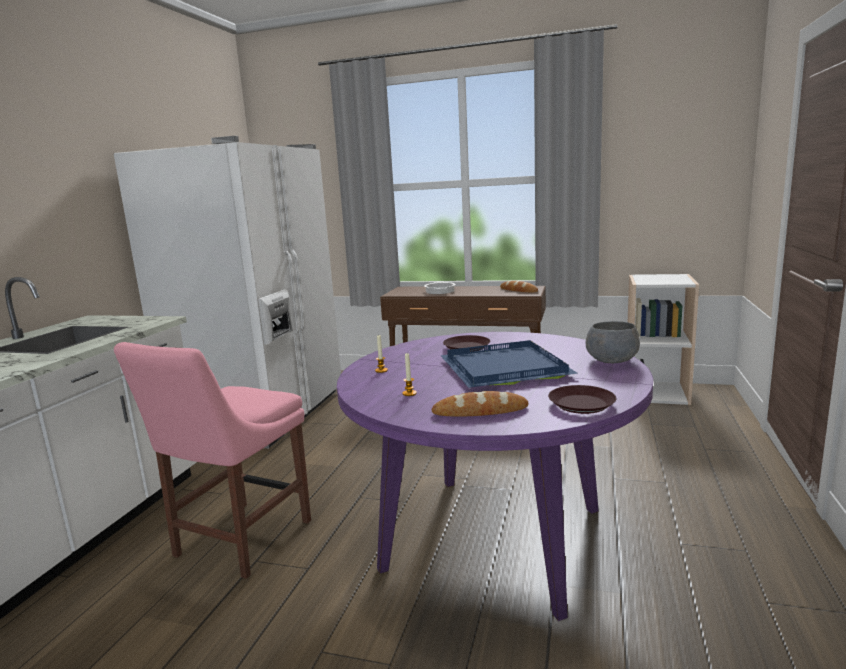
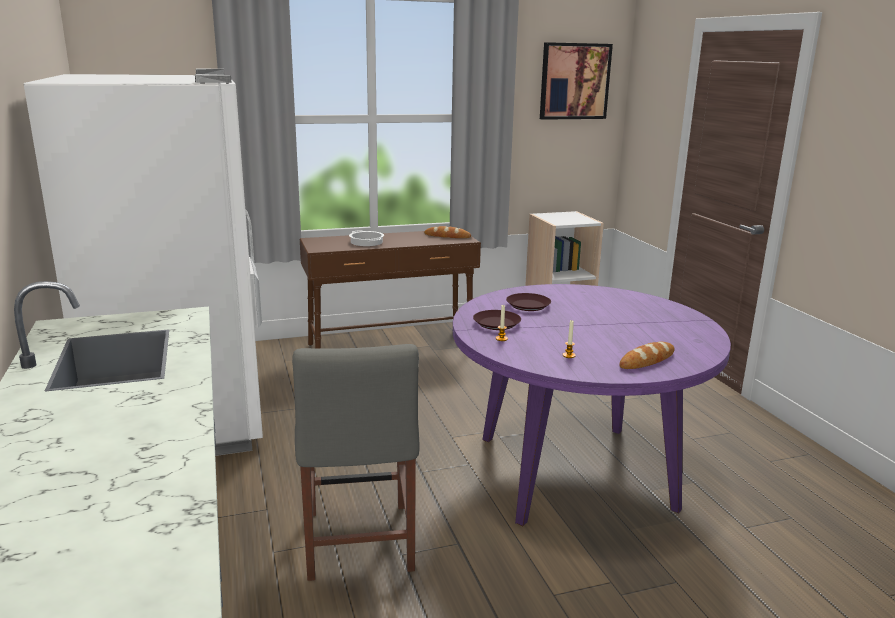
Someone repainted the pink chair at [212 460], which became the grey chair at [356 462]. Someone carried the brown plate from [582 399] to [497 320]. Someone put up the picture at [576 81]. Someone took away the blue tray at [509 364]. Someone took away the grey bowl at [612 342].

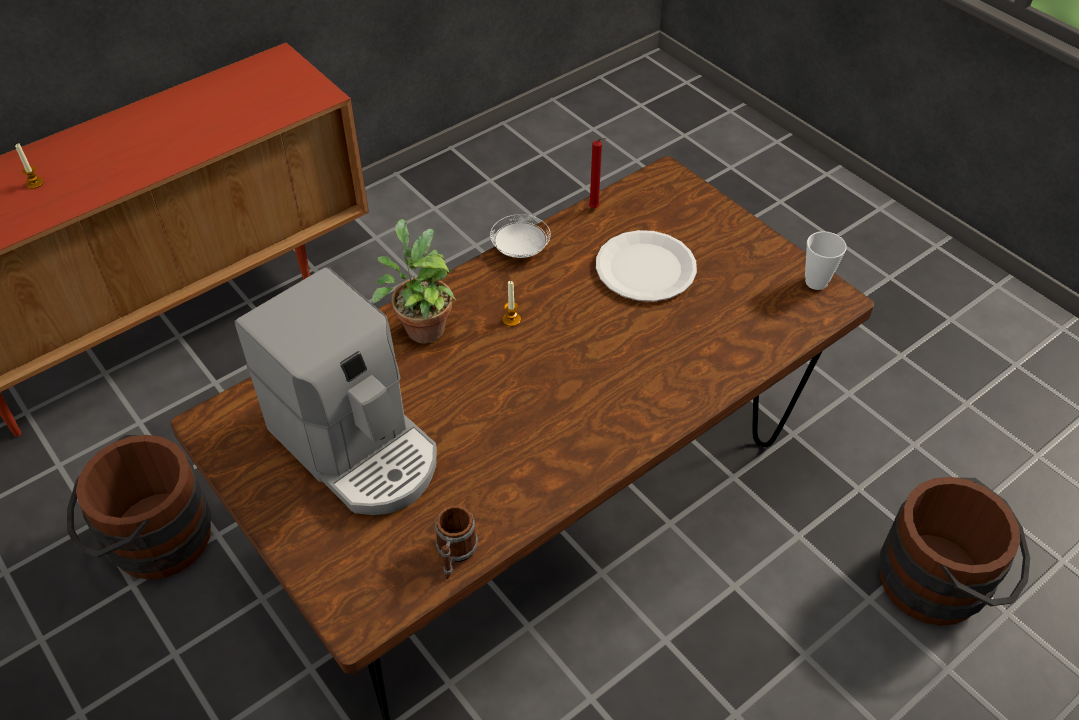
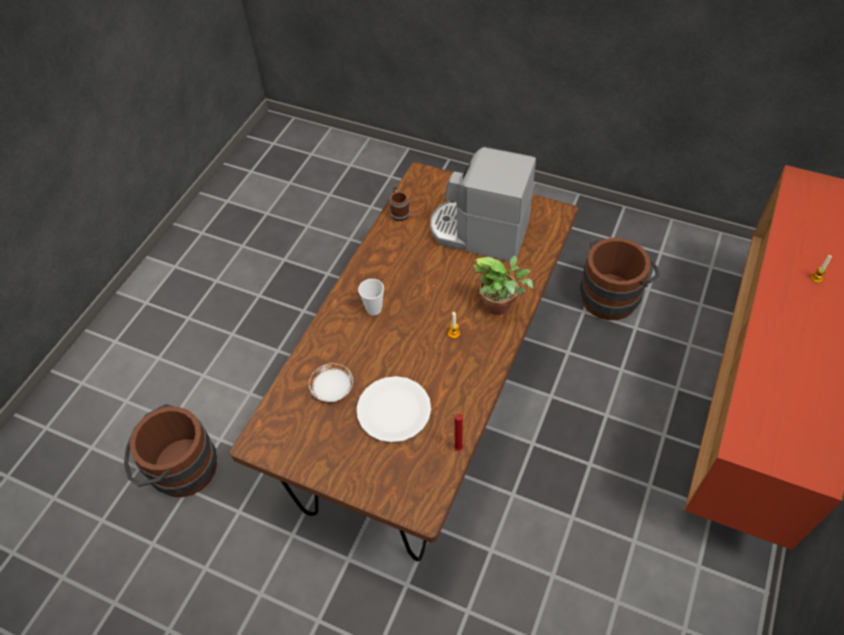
Someone carried the white plate from [520 236] to [331 383]. Someone carried the cup from [826 260] to [371 297].

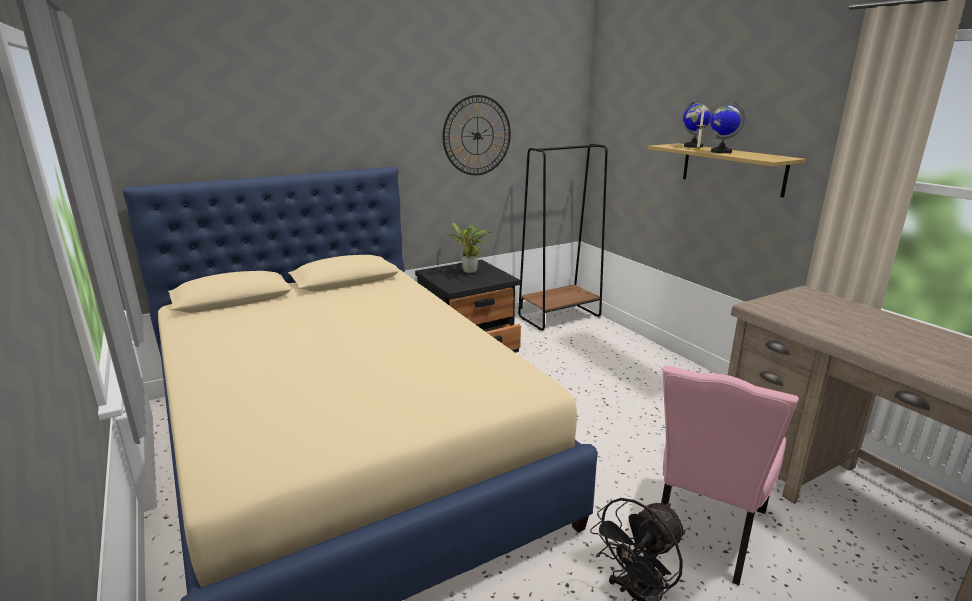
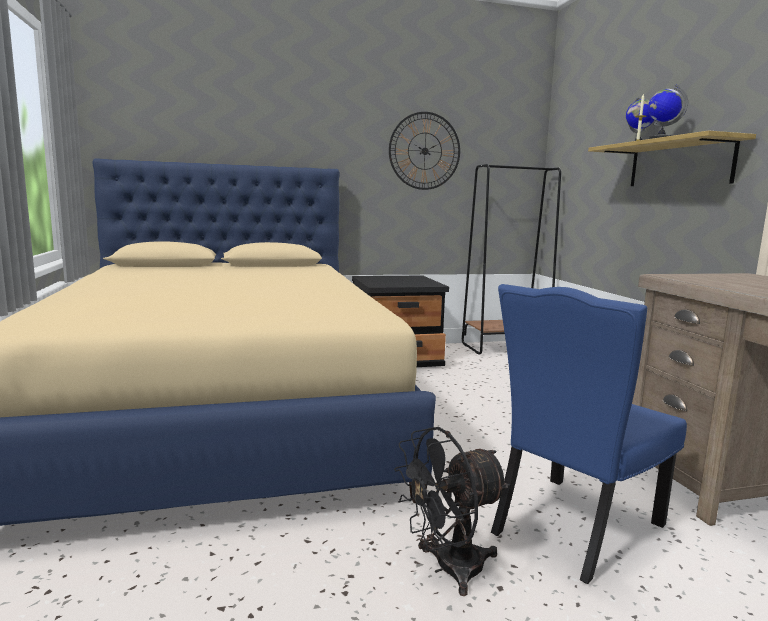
Someone repainted the pink chair at [730 475], which became the blue chair at [589 434]. Someone took away the potted plant at [469 248].

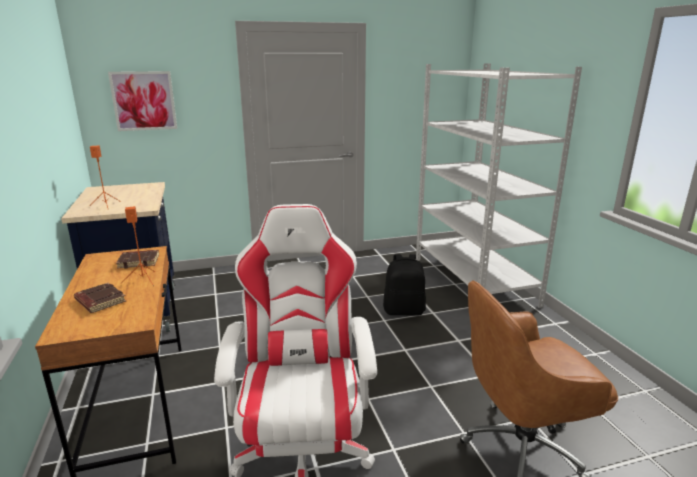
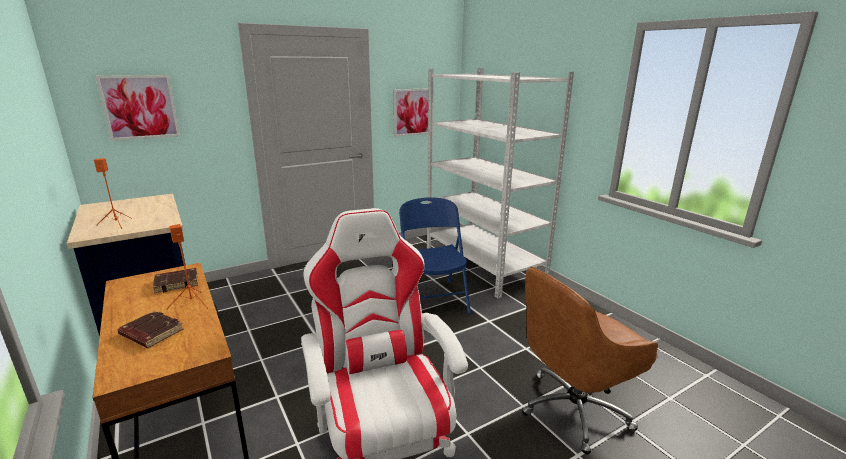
Someone put up the picture at [413 112]. Someone swapped the black backpack at [404 284] for the blue chair at [435 256].

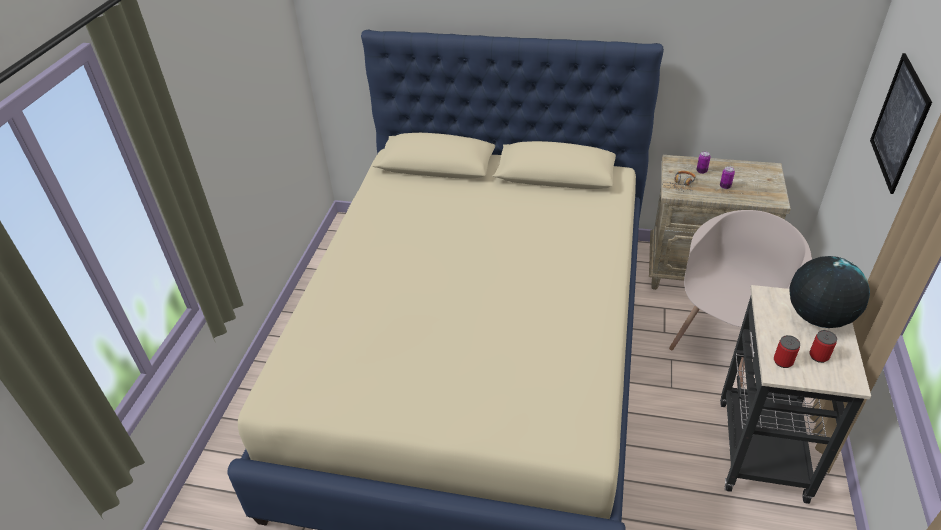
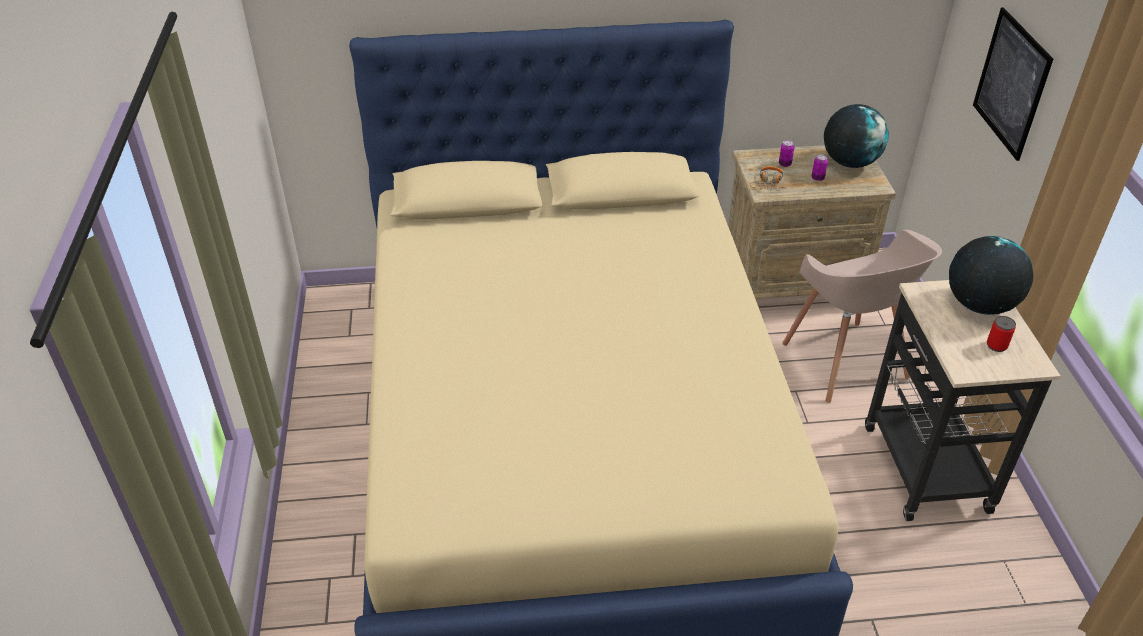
Someone rotated the beige chair at [740 298] by 135 degrees clockwise. Someone put down the globe at [856 136]. Someone took away the can at [787 351].

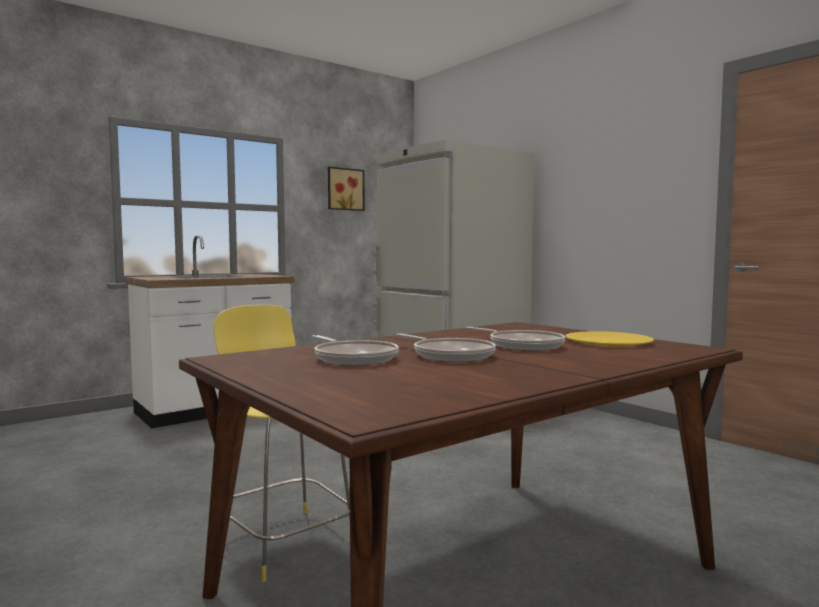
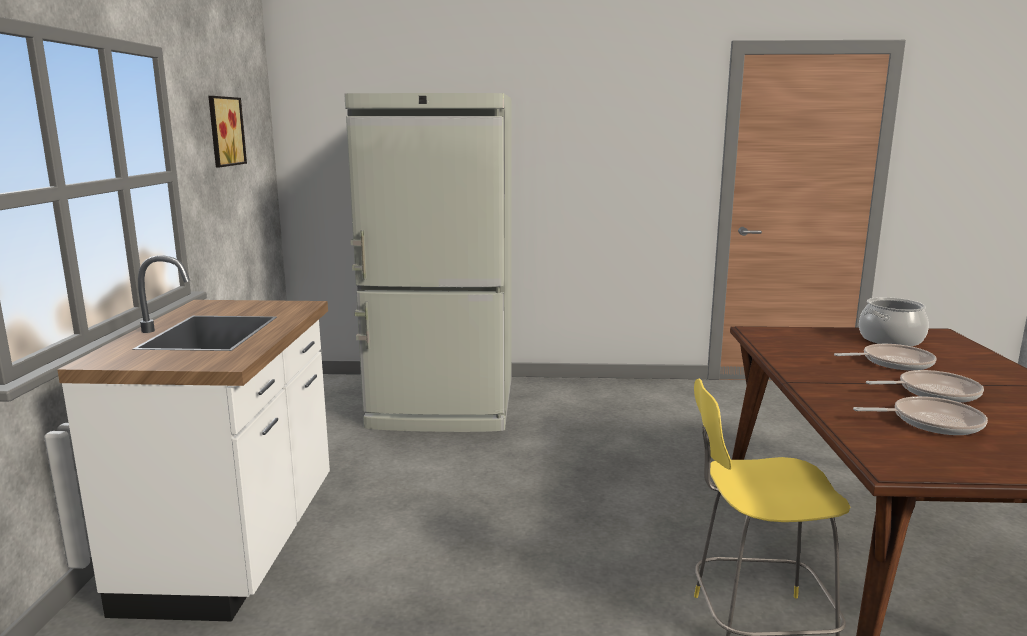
Someone swapped the yellow plate at [609 339] for the cooking pot at [894 321].

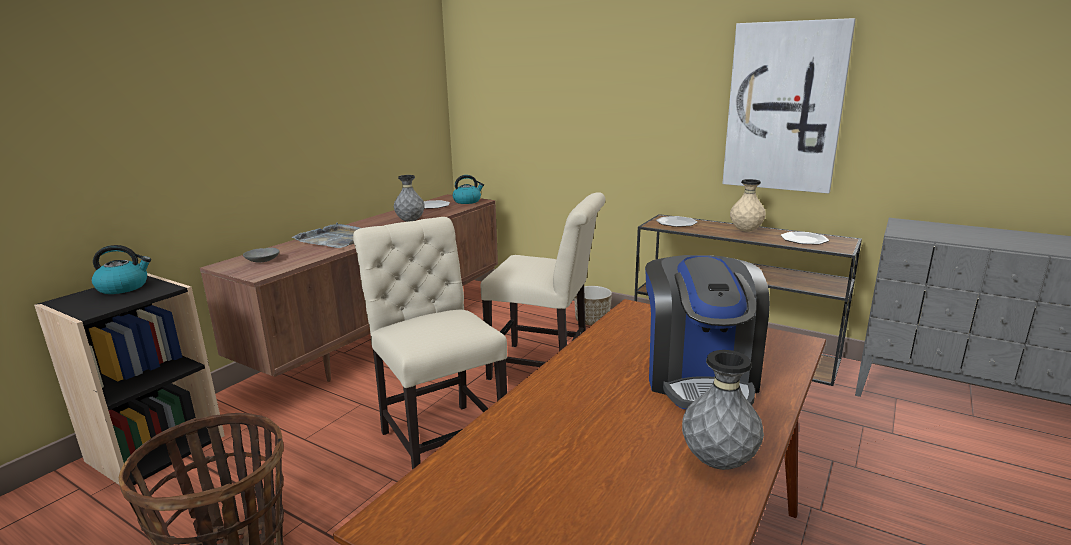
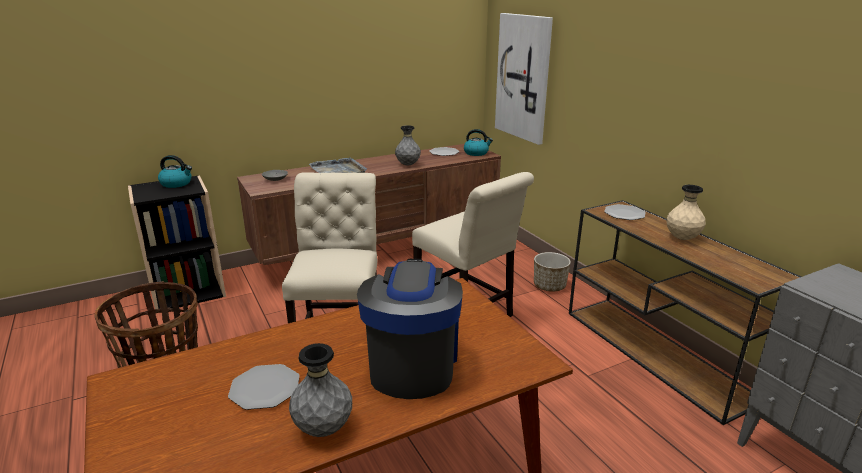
Someone carried the plate from [805 238] to [264 387]. Someone rotated the coffee machine at [707 332] by 150 degrees clockwise. Someone carried the picture from [789 105] to [524 79].

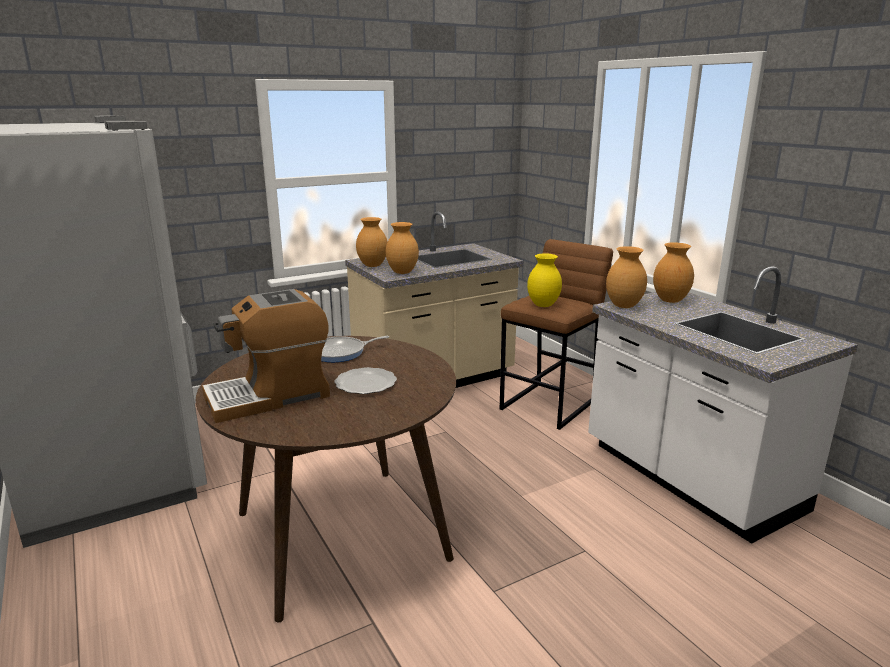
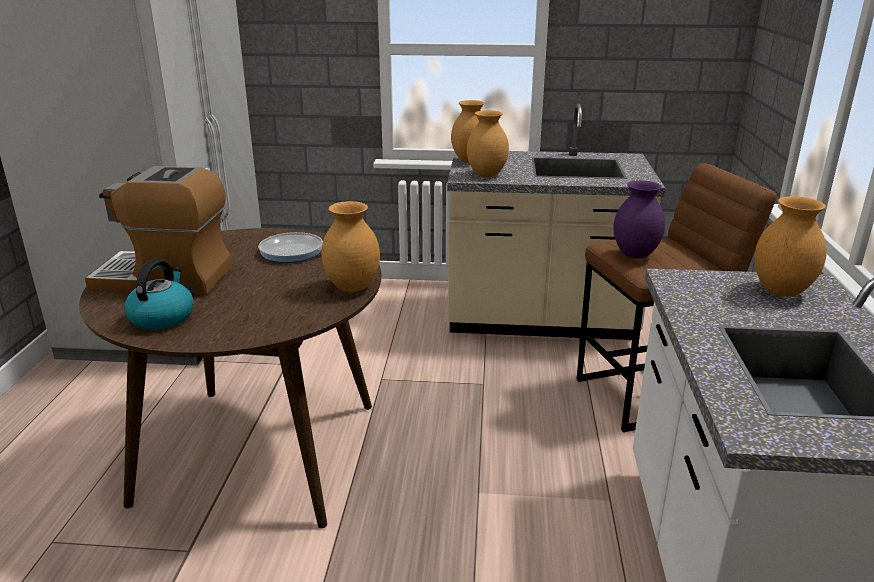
Someone put down the kettle at [159 294]. Someone carried the brown vase from [626 277] to [350 246]. Someone repainted the yellow vase at [544 280], which became the purple vase at [639 219]. Someone took away the plate at [365 380].

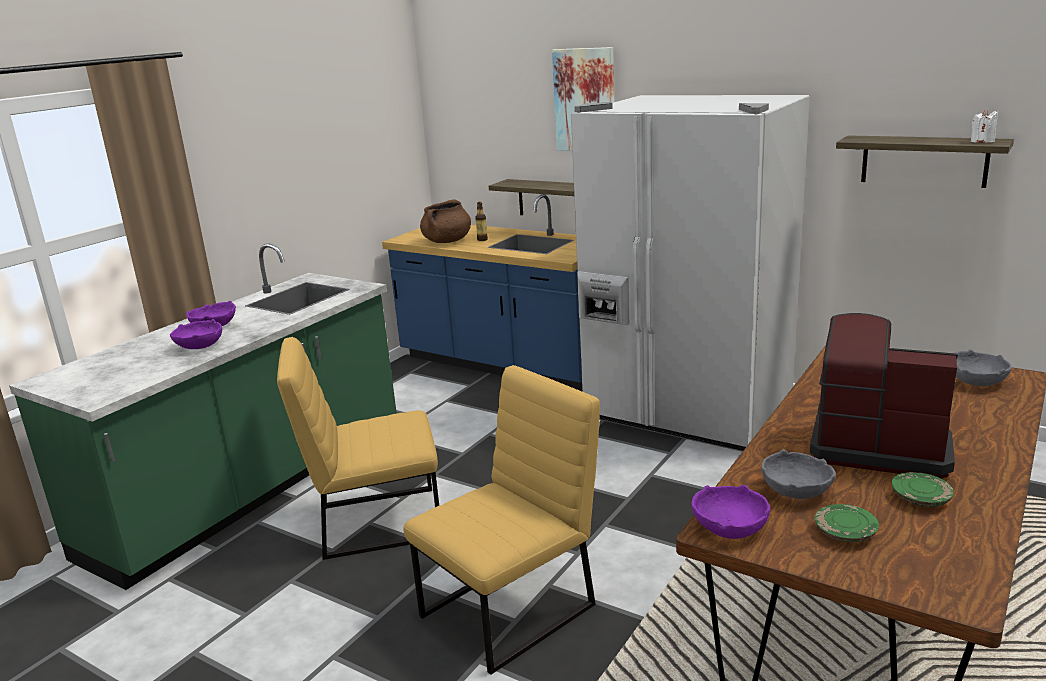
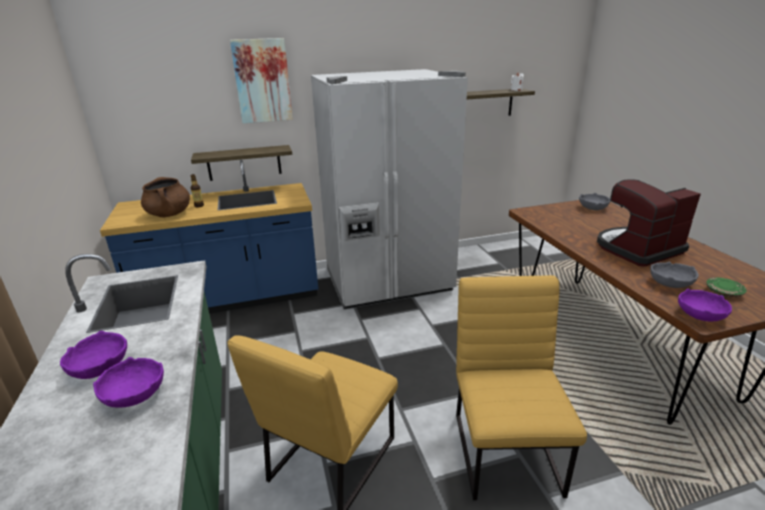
Someone took away the green plate at [923 489].

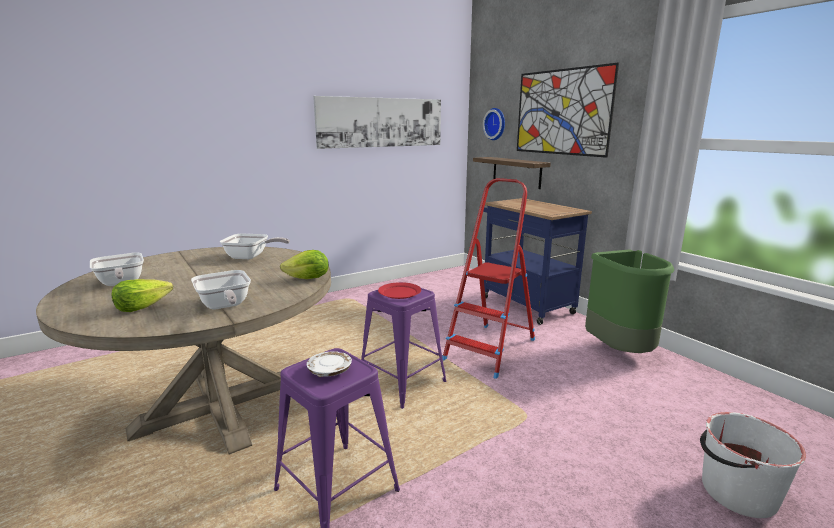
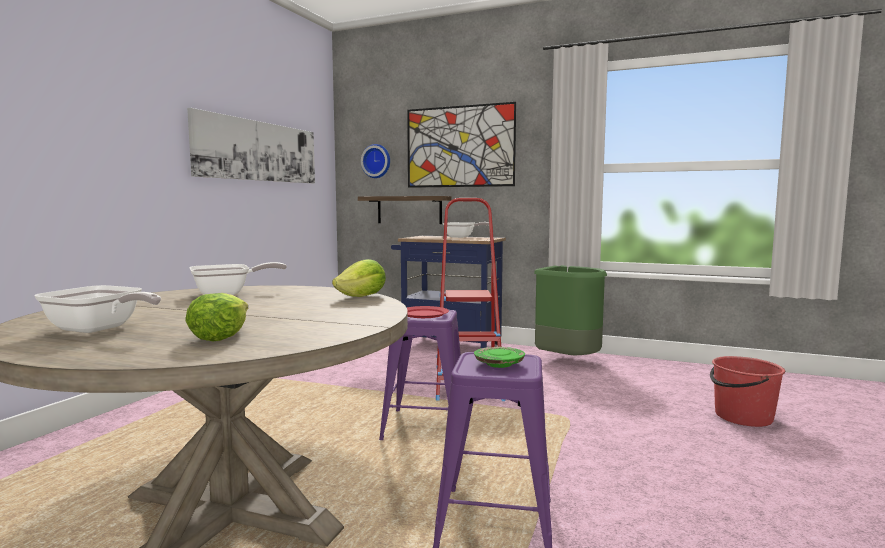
Someone carried the frying pan from [221 290] to [466 230]. Someone repainted the white plate at [329 363], which became the green plate at [499 357]. Someone repainted the white bucket at [753 465], which became the red bucket at [747 391].

